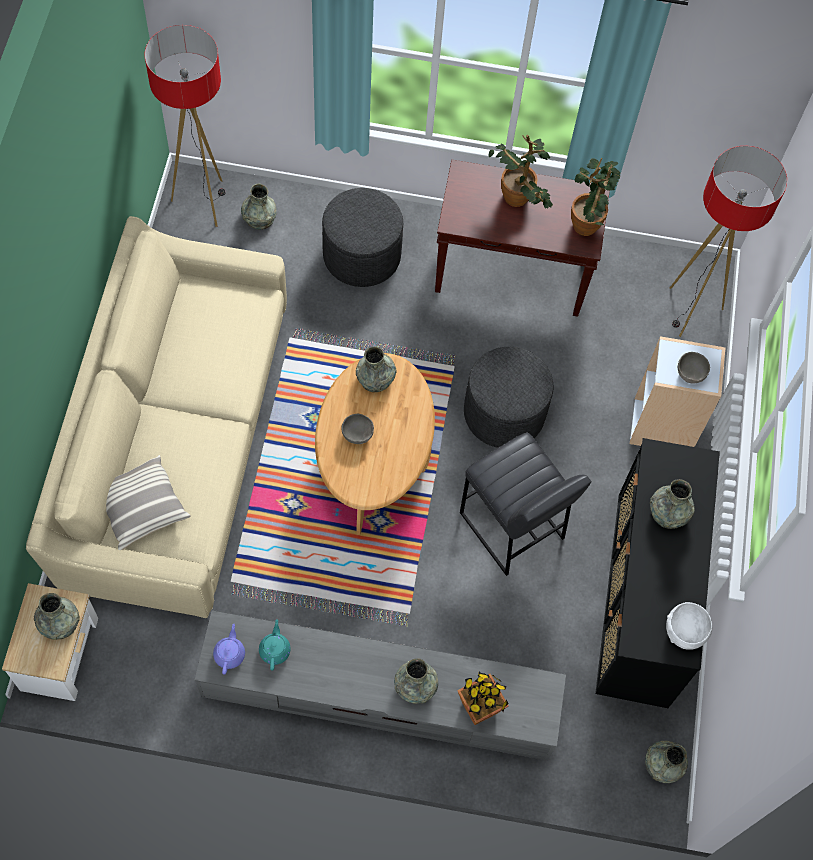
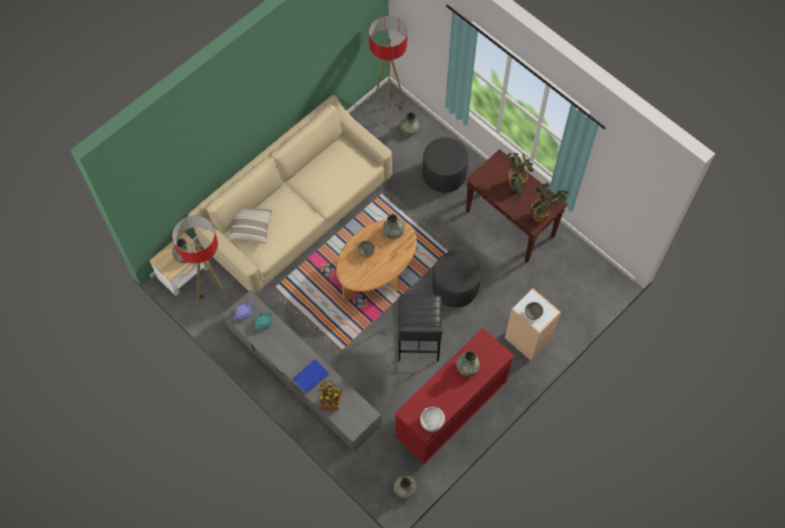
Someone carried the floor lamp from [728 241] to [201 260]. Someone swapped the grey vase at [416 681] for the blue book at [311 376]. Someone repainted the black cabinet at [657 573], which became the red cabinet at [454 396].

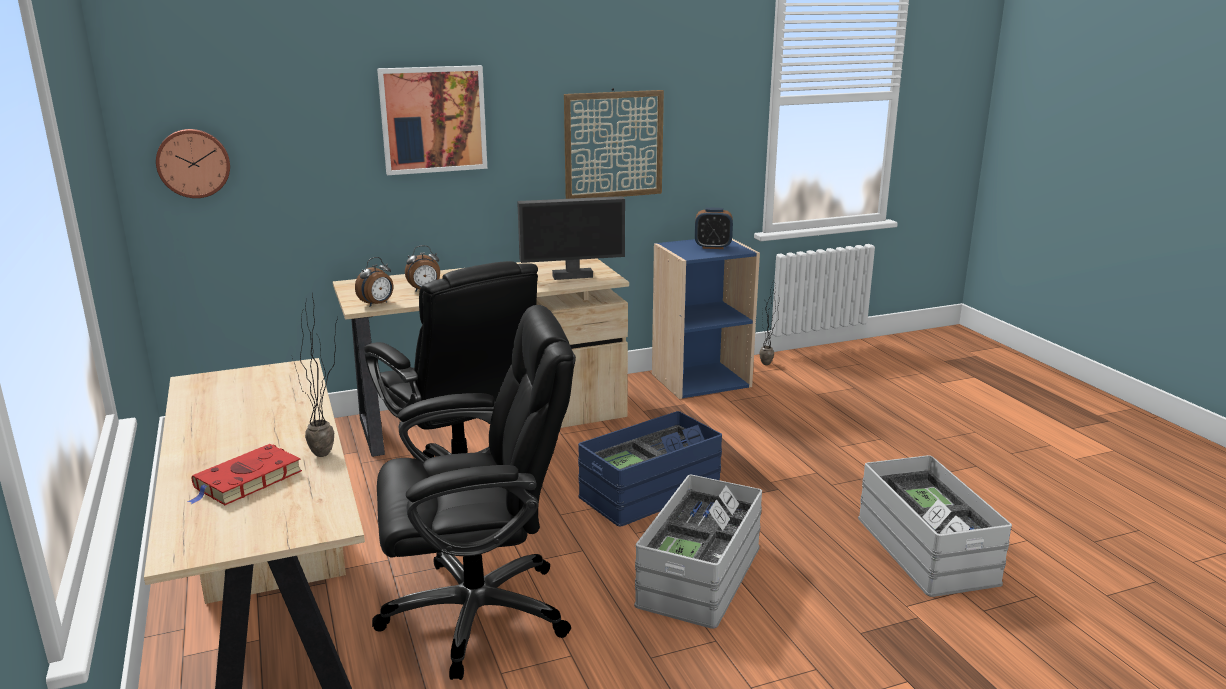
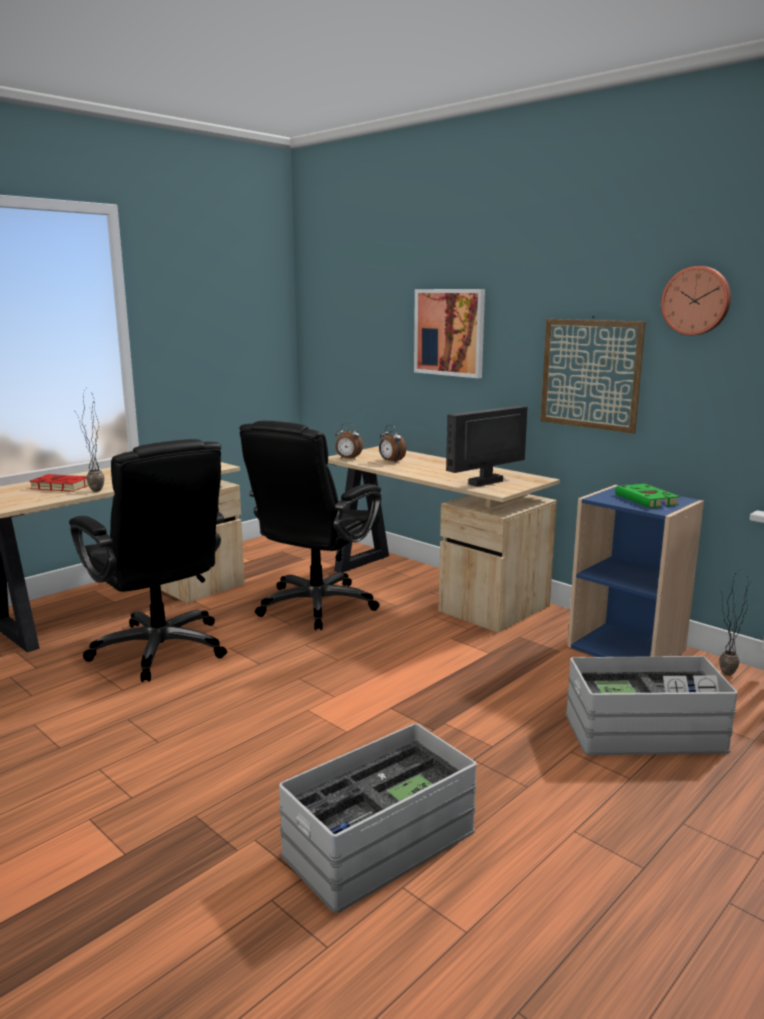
Someone rotated the monitor at [571 238] by 90 degrees clockwise. Someone carried the grey storage box from [698 552] to [652 705]. Someone swapped the alarm clock at [714 228] for the green book at [647 497]. Someone carried the wall clock from [193 163] to [696 300]. Someone took away the blue storage box at [650 468].

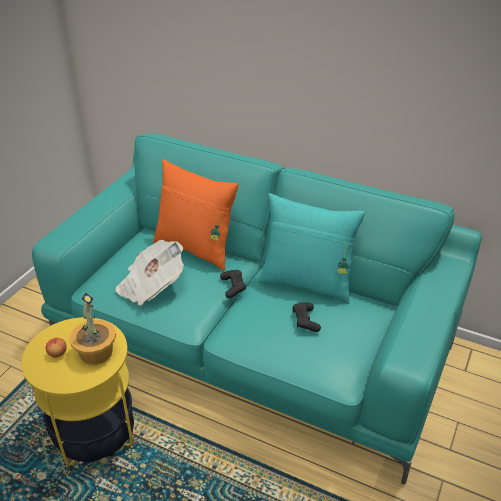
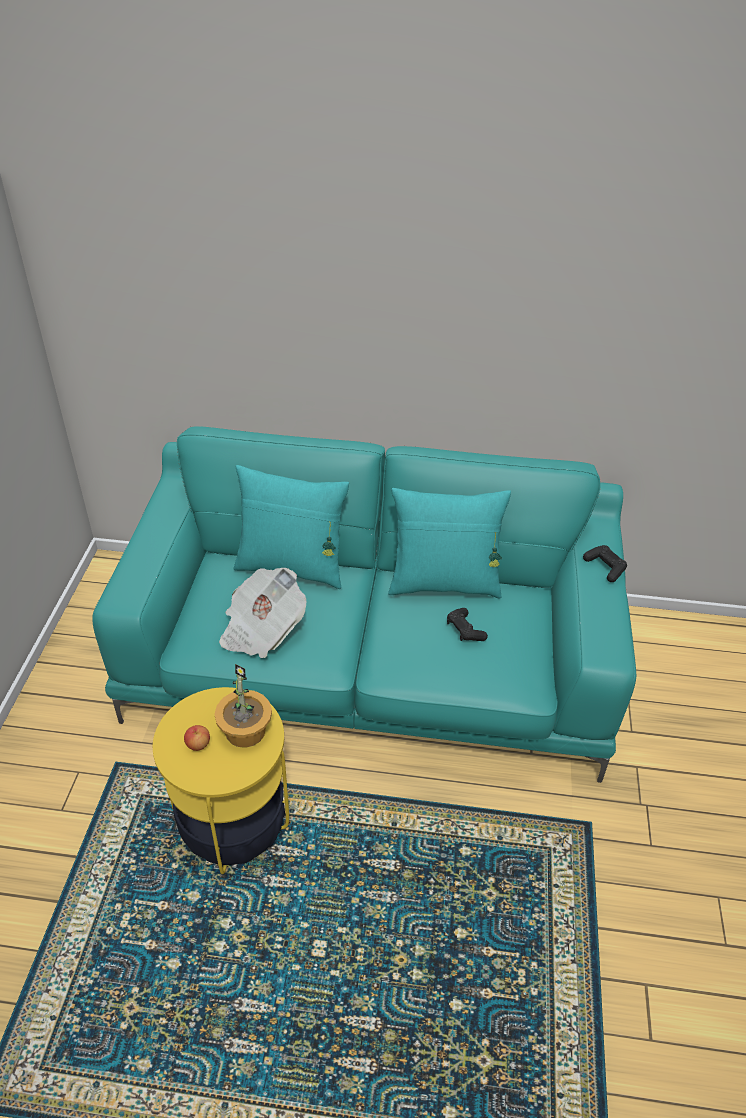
Someone repainted the orange pillow at [195 215], which became the turquoise pillow at [291 527]. Someone carried the black game controller from [233 284] to [605 563].

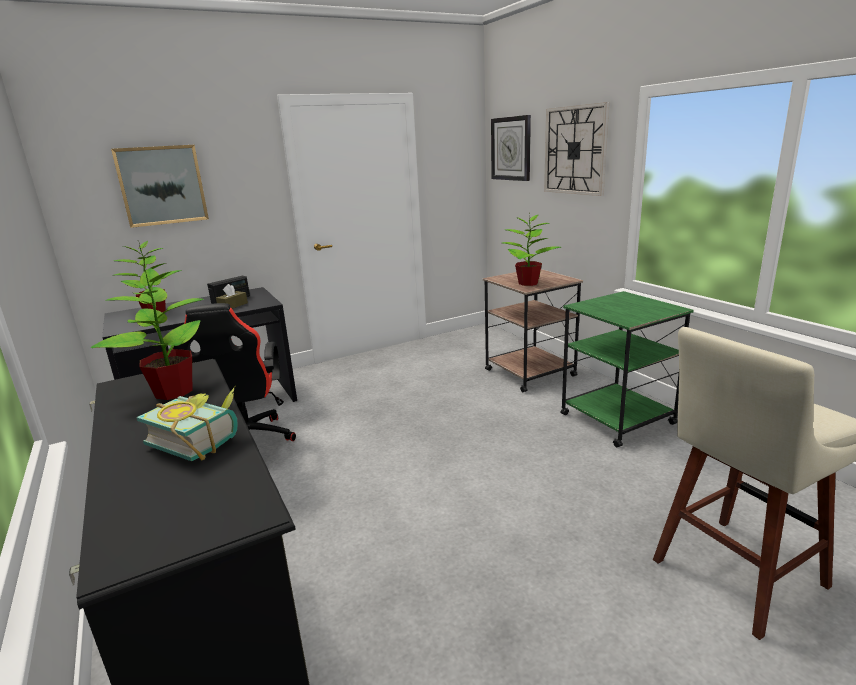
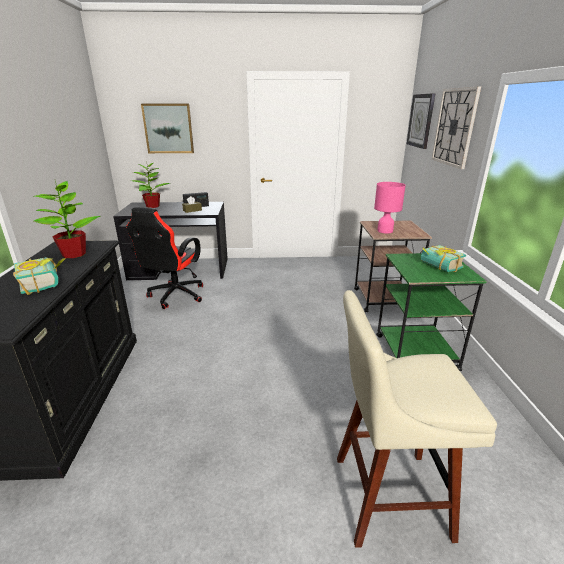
Someone swapped the potted plant at [532 249] for the pink table lamp at [390 208]. Someone put down the book at [443 258].

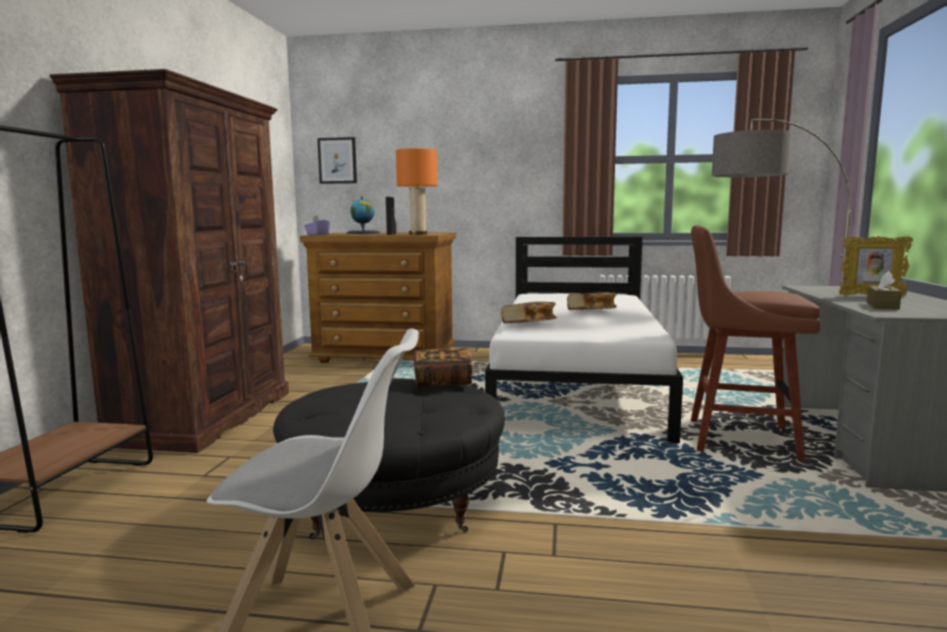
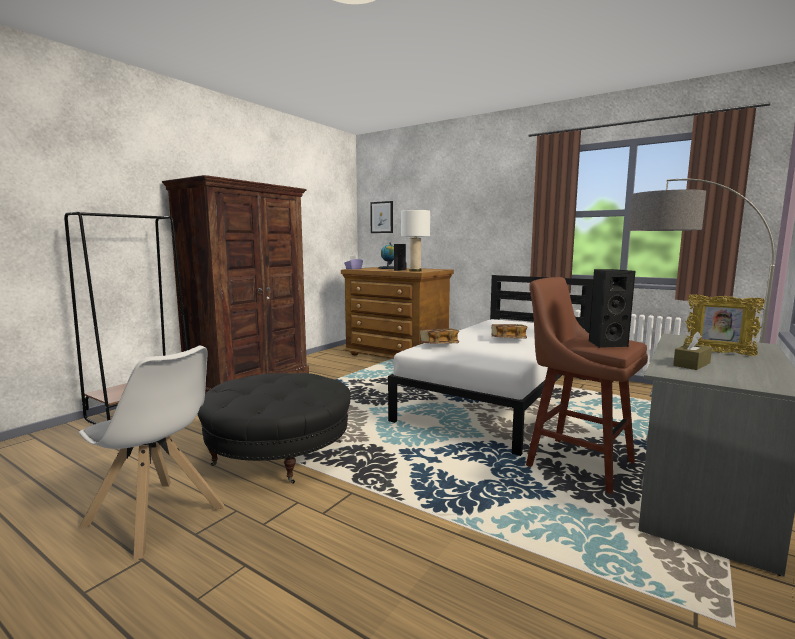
Someone repainted the orange table lamp at [416 191], which became the white table lamp at [415 241]. Someone put down the black speaker at [612 308]. Someone took away the book at [443 367].

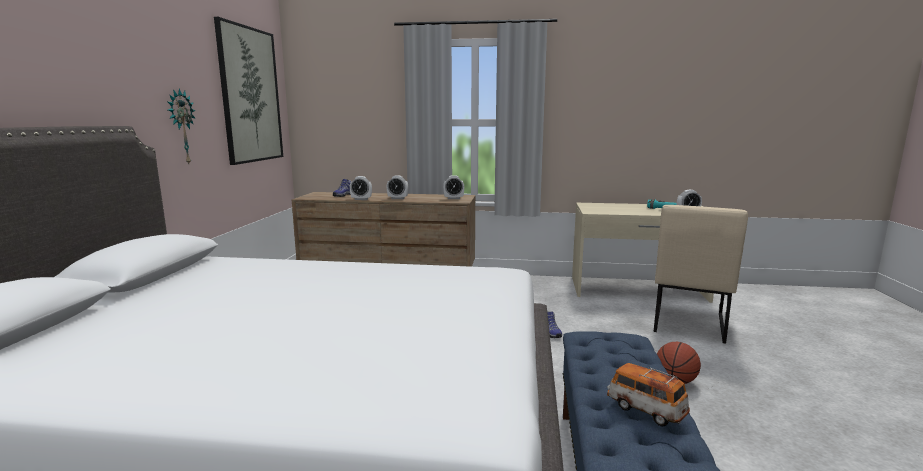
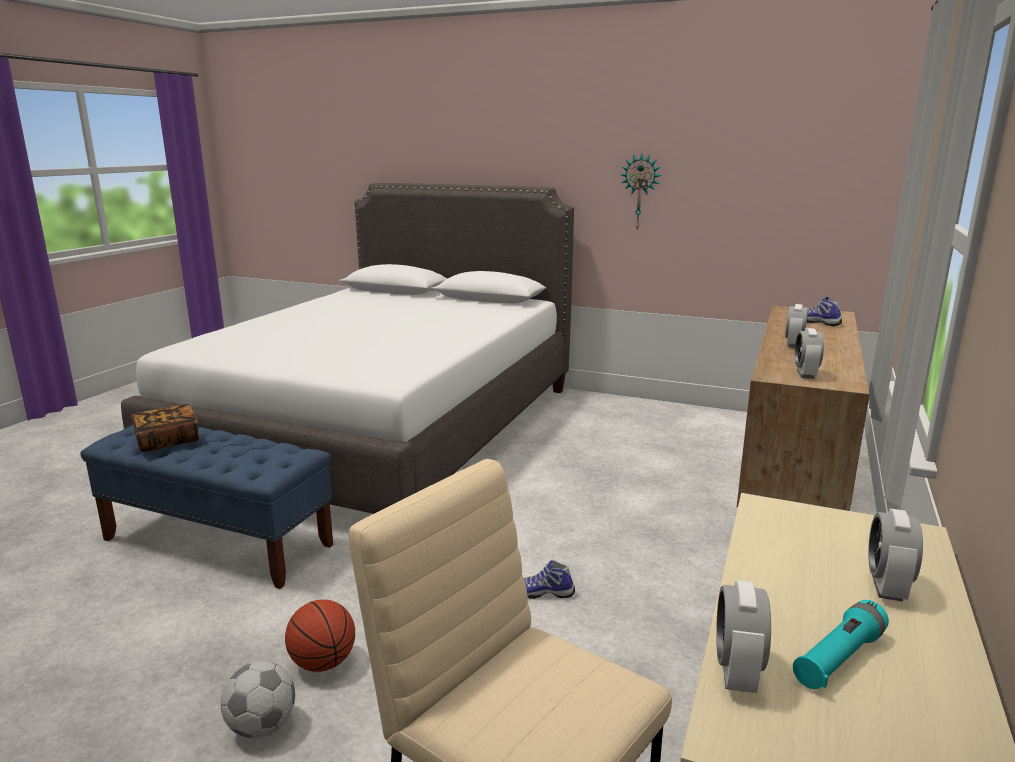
Someone swapped the toy car at [648 394] for the book at [165 428]. Someone put down the football at [258 699]. Someone carried the alarm clock from [361 188] to [895 555]. Someone took away the picture at [248 91].

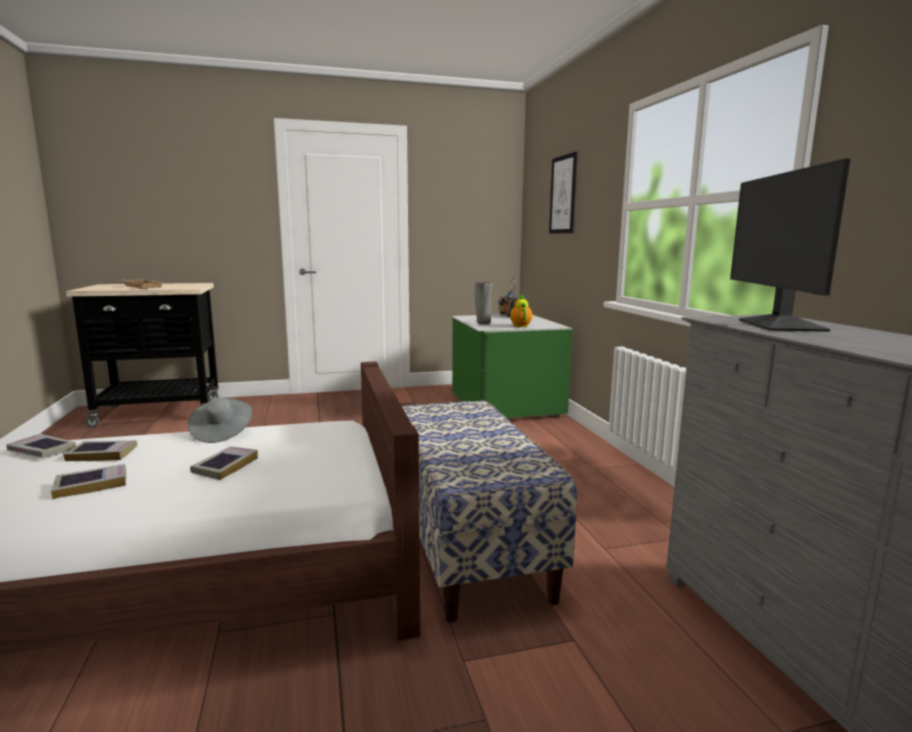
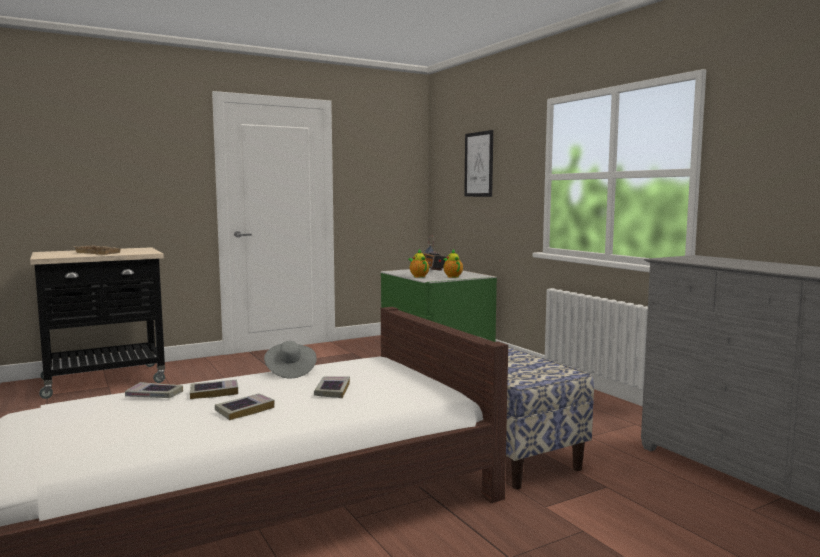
Someone swapped the grey vase at [484 303] for the teapot at [418 263]. Someone took away the monitor at [790 245].

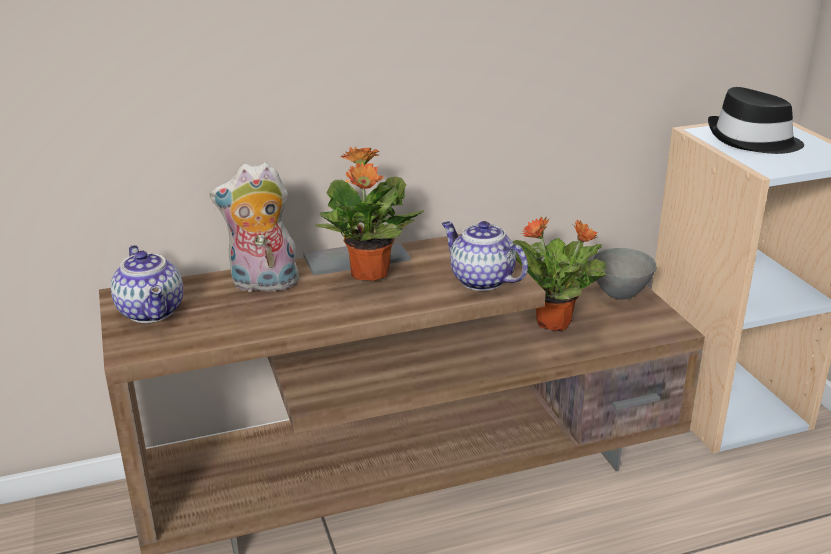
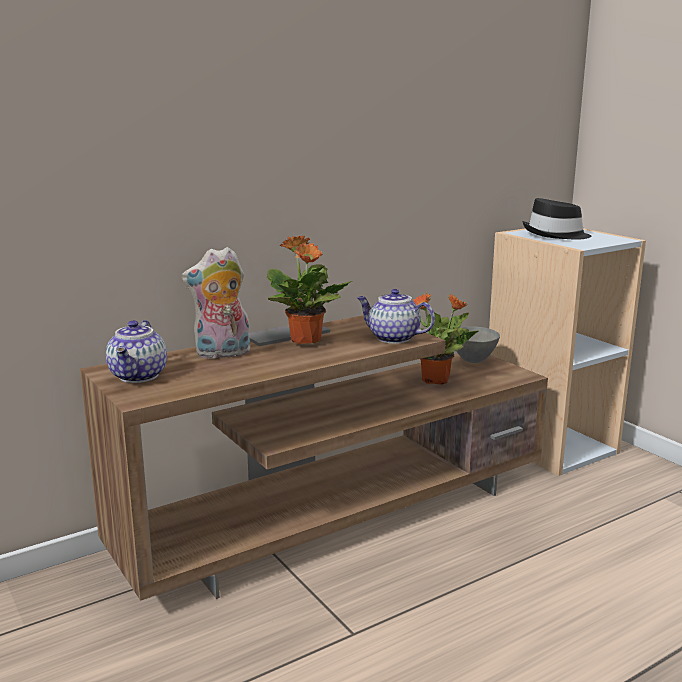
Someone rotated the teapot at [147 284] by 45 degrees clockwise.

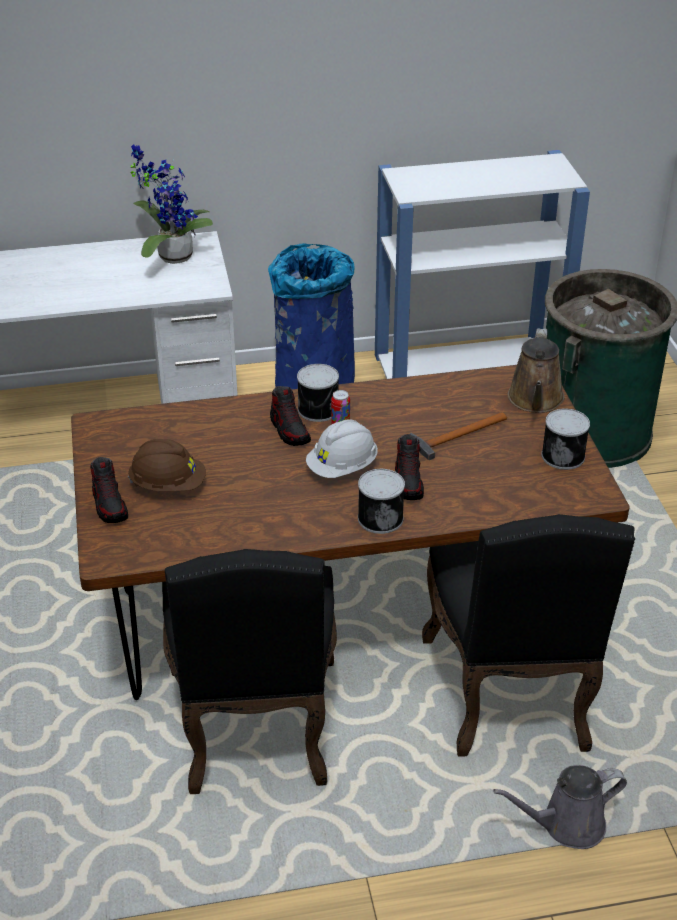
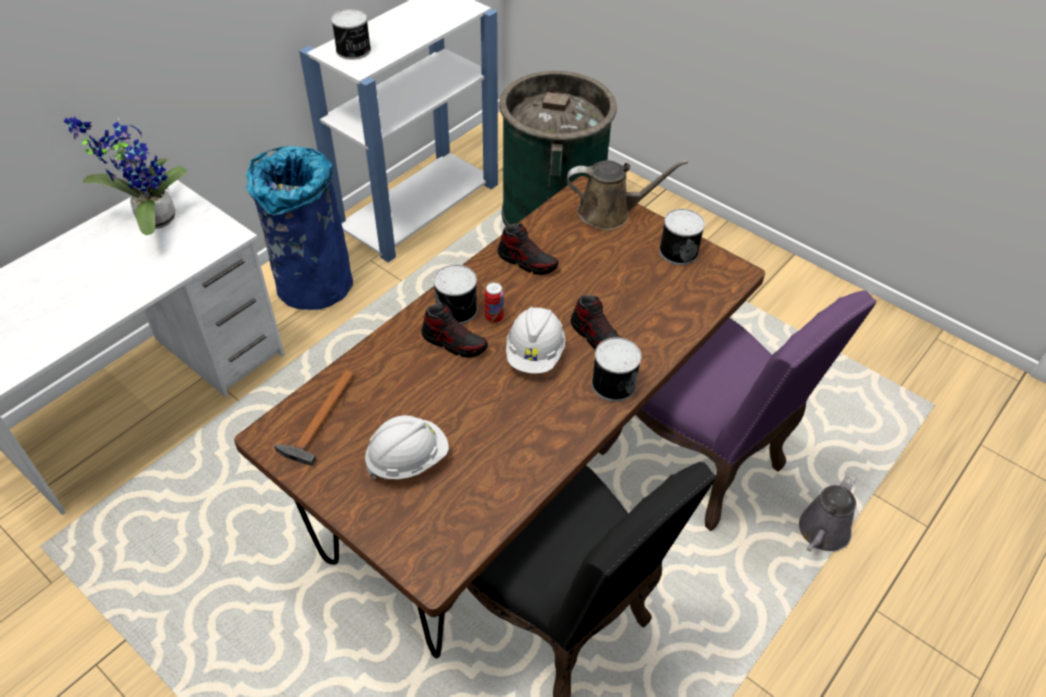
Someone carried the hammer from [458 436] to [314 418]. Someone put down the can at [351 34]. Someone repainted the brown hard hat at [167 465], which became the white hard hat at [407 447]. Someone carried the shoe from [109 490] to [528 249]. Someone rotated the brown watering can at [536 370] by 60 degrees counterclockwise. Someone repainted the black chair at [528 635], which became the purple chair at [737 410].

